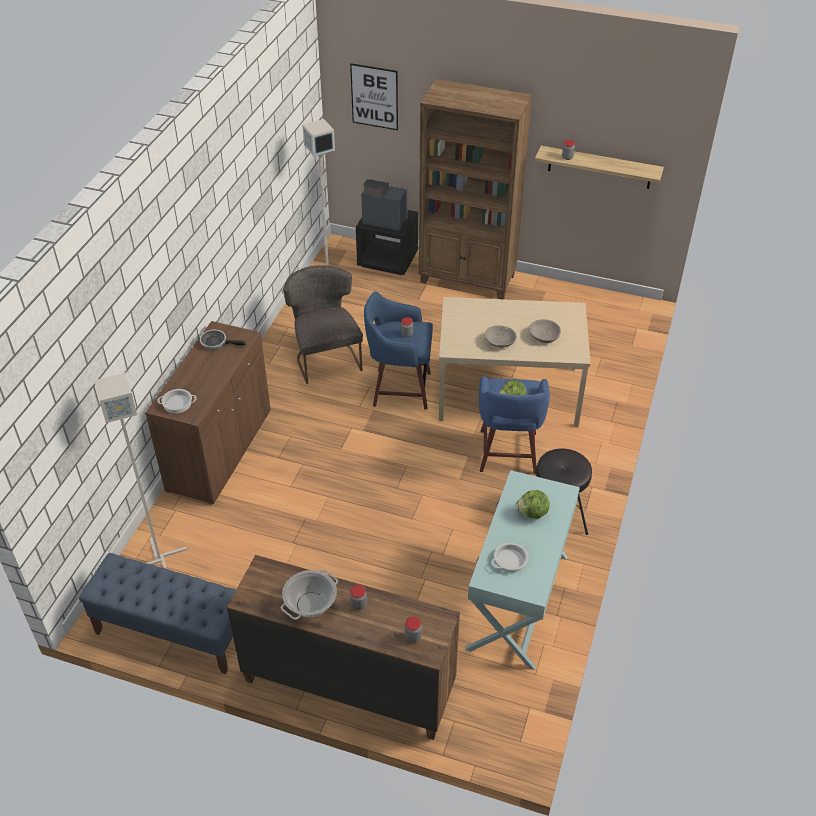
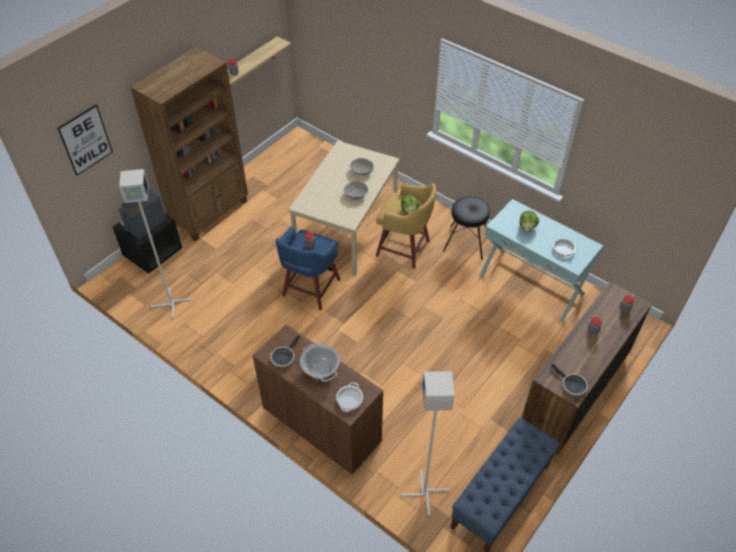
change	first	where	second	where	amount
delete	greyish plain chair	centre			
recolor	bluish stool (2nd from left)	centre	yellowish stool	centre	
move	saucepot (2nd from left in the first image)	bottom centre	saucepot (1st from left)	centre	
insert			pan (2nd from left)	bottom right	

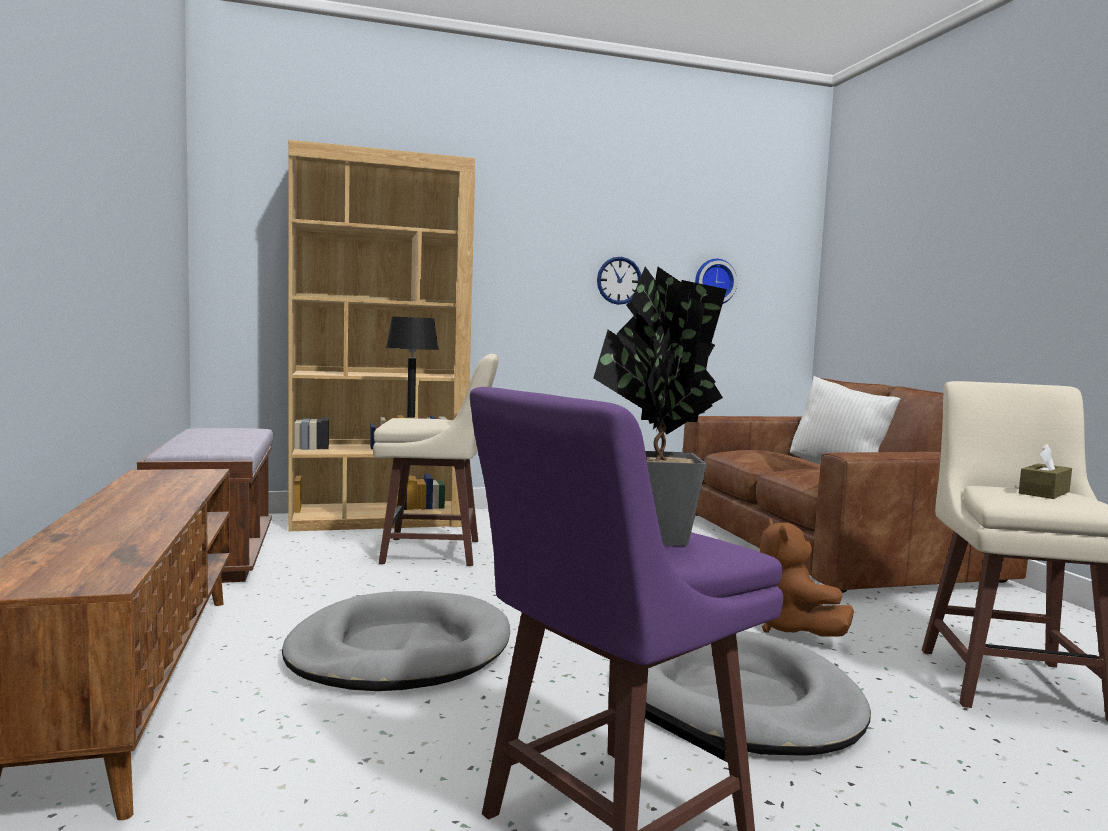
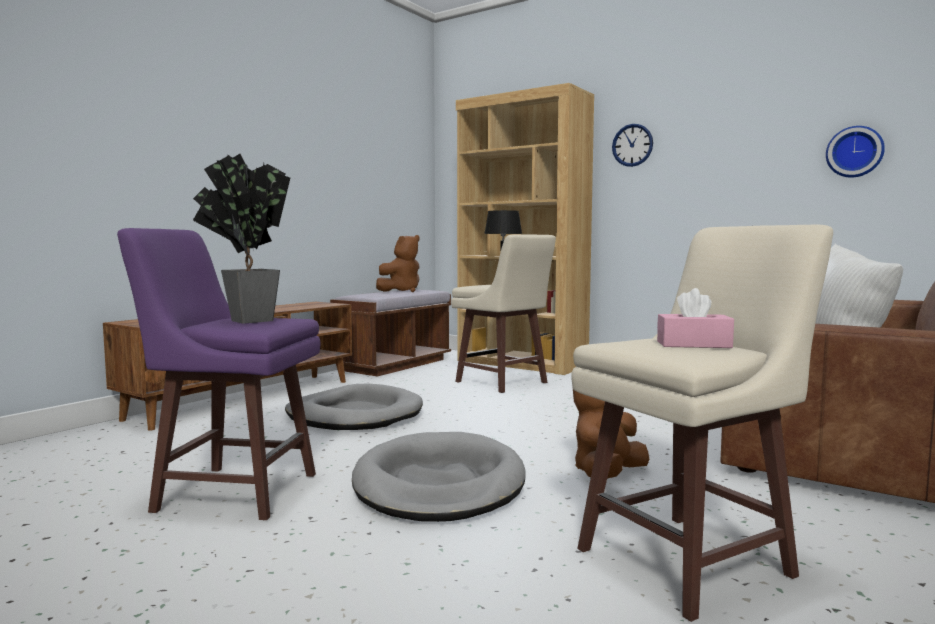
change	first	where	second	where	amount
move	wall clock (1st from left)	centre		top right	
recolor	brown-coloured tissue box	middle right	pink tissue box	middle right	
insert			brown-coloured soft toy (1st from left)	centre	

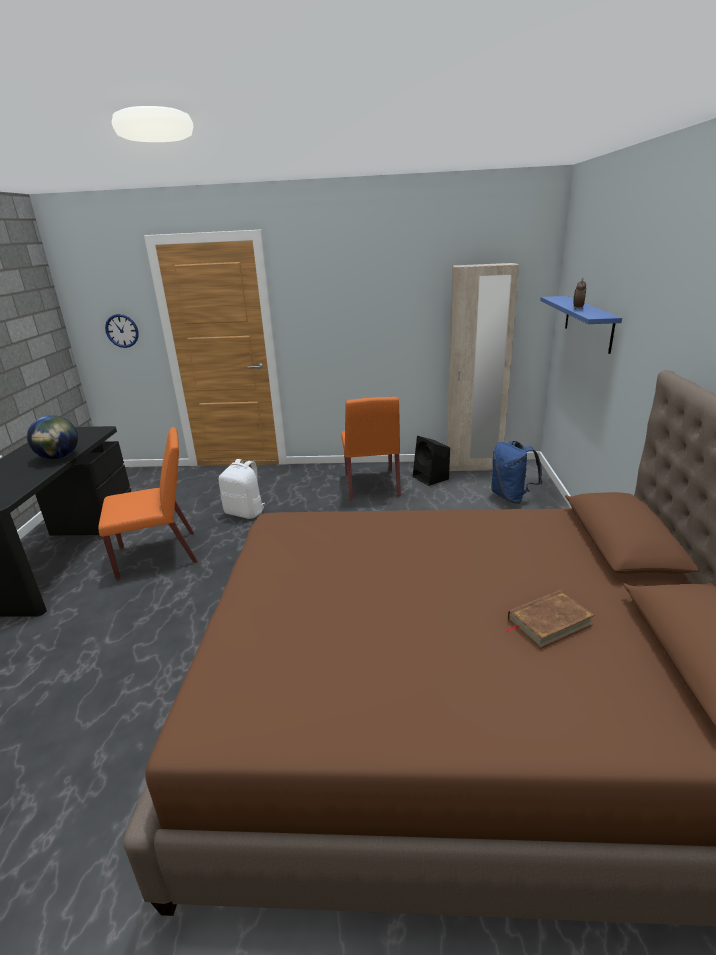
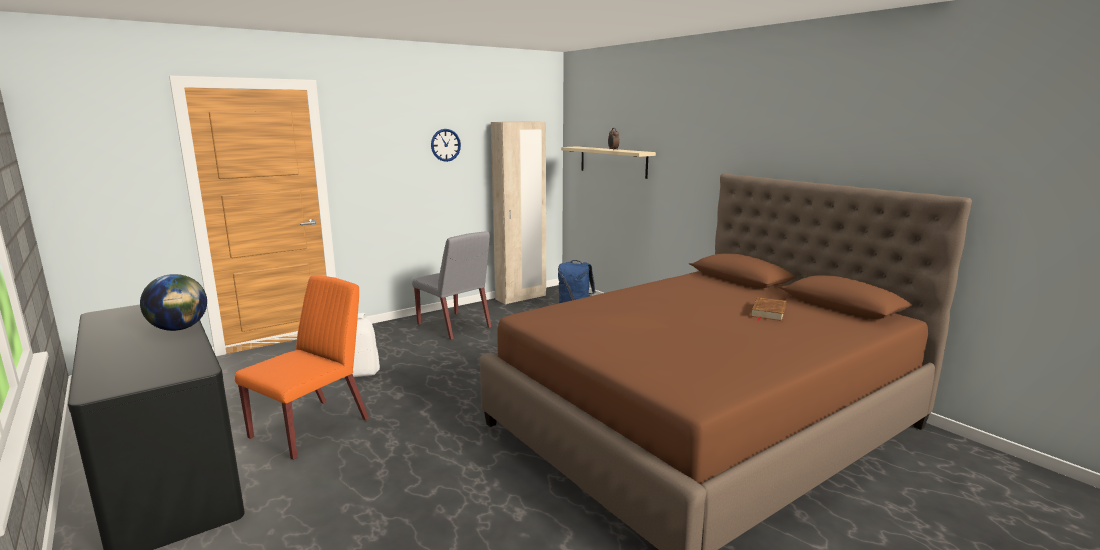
change	first	where	second	where	amount
recolor	bluish wall shelf	middle right	sand-coloured wall shelf	top centre	
move	wall clock	middle left		top centre	
recolor	orange plain chair (2nd from left)	centre	greyish plain chair	centre	
delete	black speaker	centre			

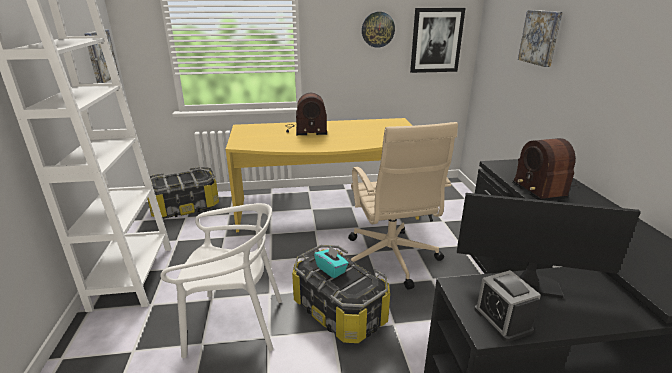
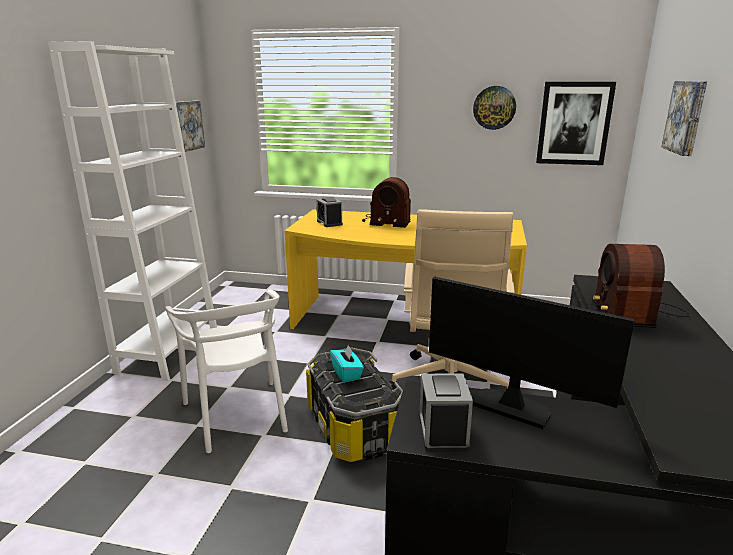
change	first	where	second	where	amount
delete	storage container (1st from left)	middle left			
rotate	white plain chair	bottom left		bottom left	45 degrees clockwise
insert			table clock (1st from left)	centre	

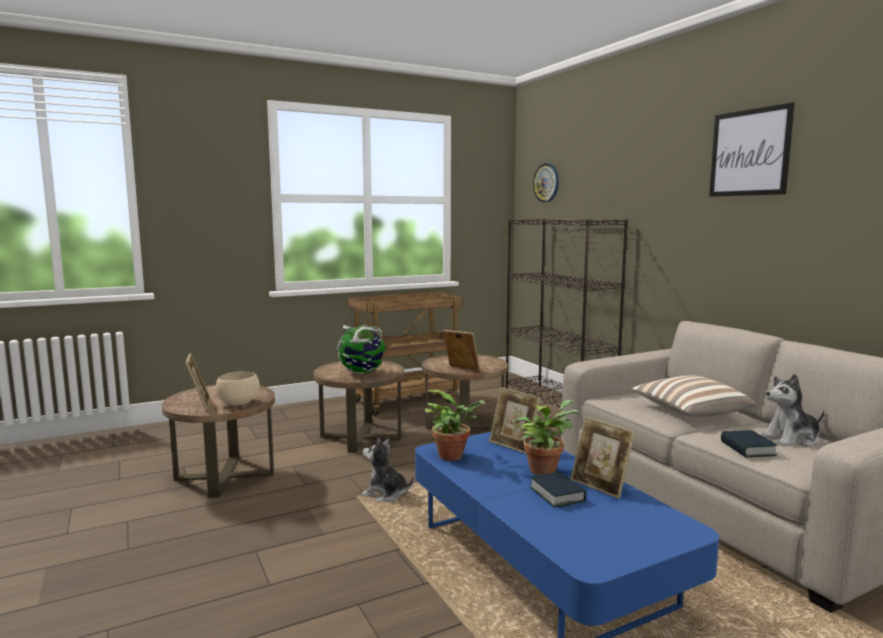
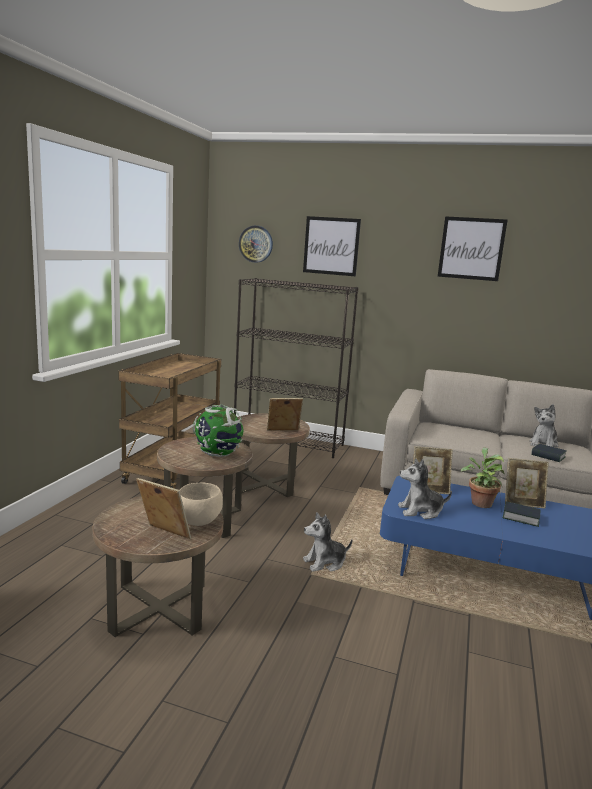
change	first	where	second	where	amount
delete	pillow	middle right			
replace	potted plant (1st from left)	centre	soft toy (2nd from left)	middle right	
insert			picture (1st from left)	top centre	

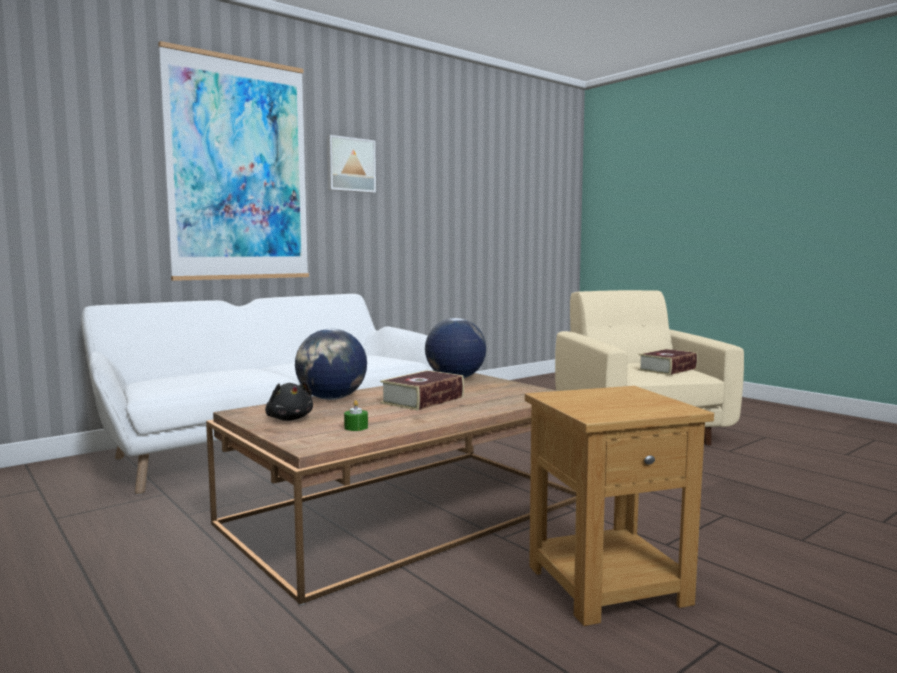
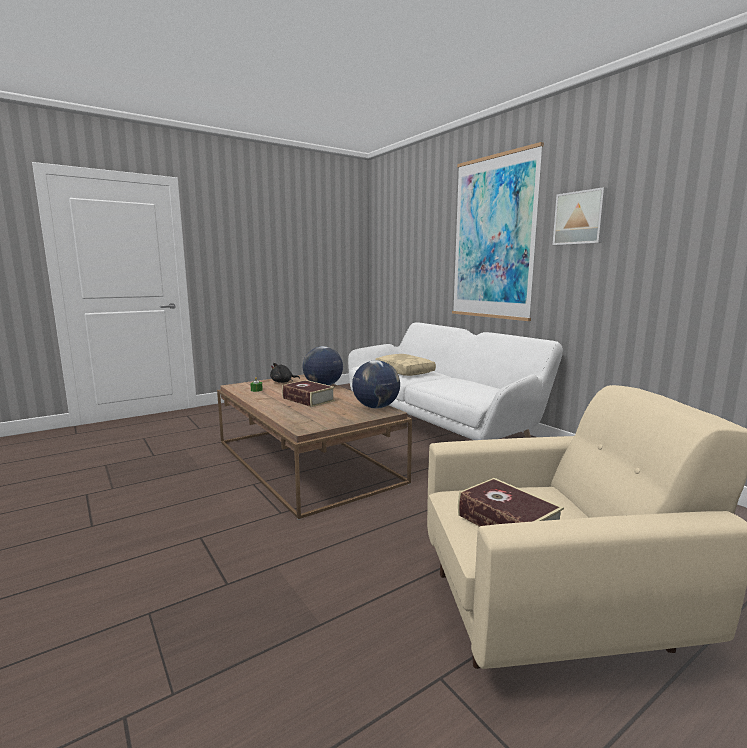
change	first	where	second	where	amount
delete	brown-coloured side table	bottom right			
insert			sand-coloured pillow	centre	

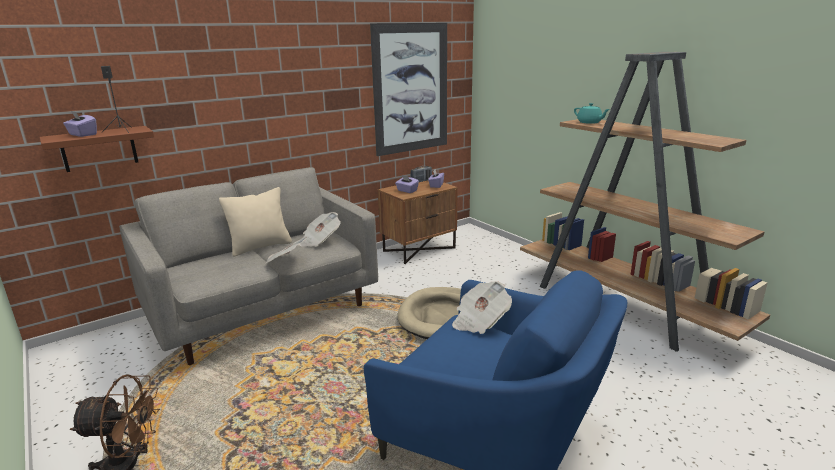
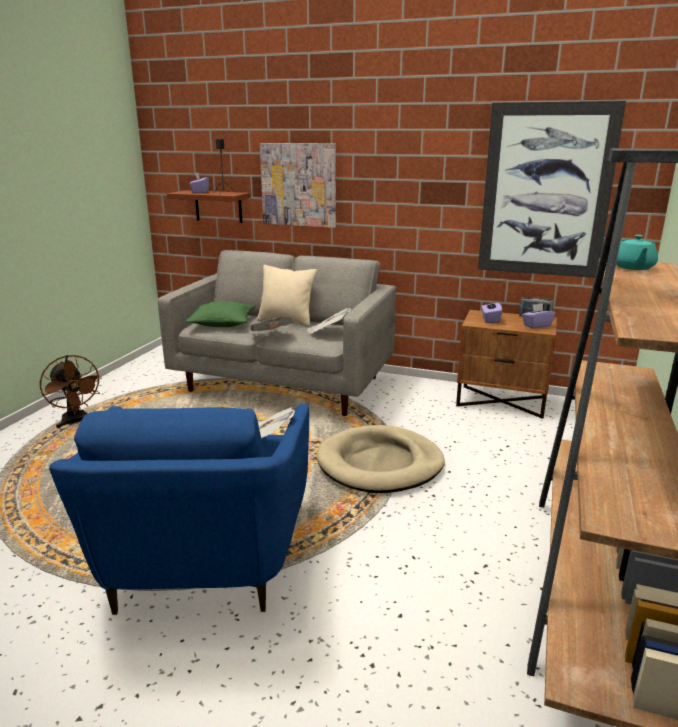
change	first	where	second	where	amount
insert			picture (1st from left)	top centre	
insert			green-coloured pillow	middle left	

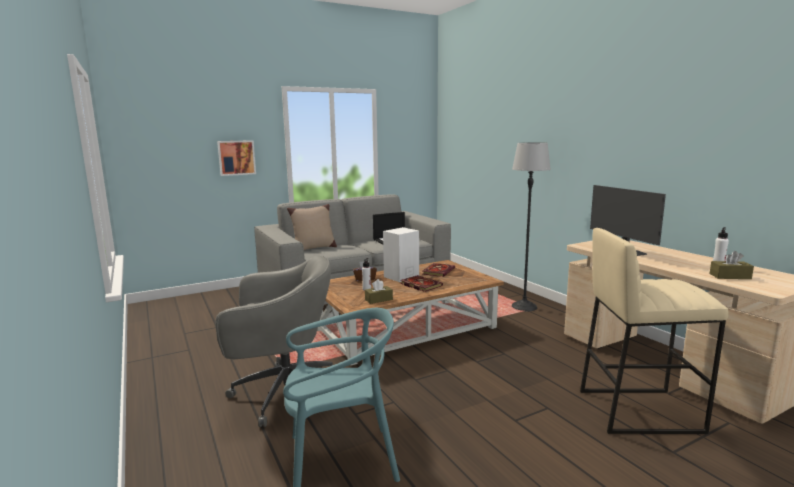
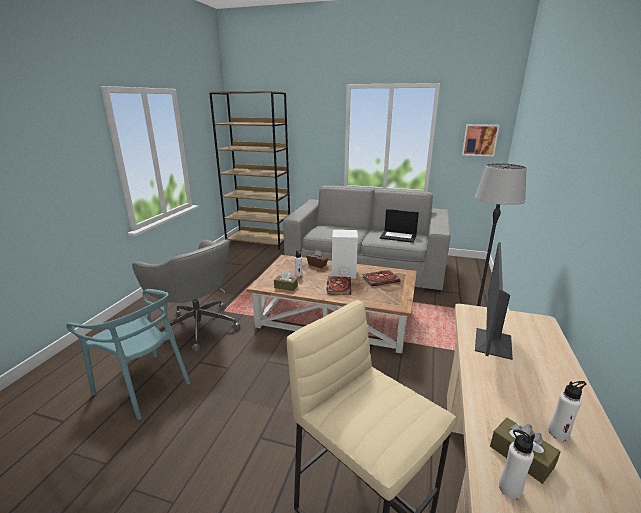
change	first	where	second	where	amount
move	picture	top left		top right	
delete	sand-coloured pillow	centre			
insert			brown-coloured shelving unit	top centre	
insert			white bottle (2nd from left)	bottom right	

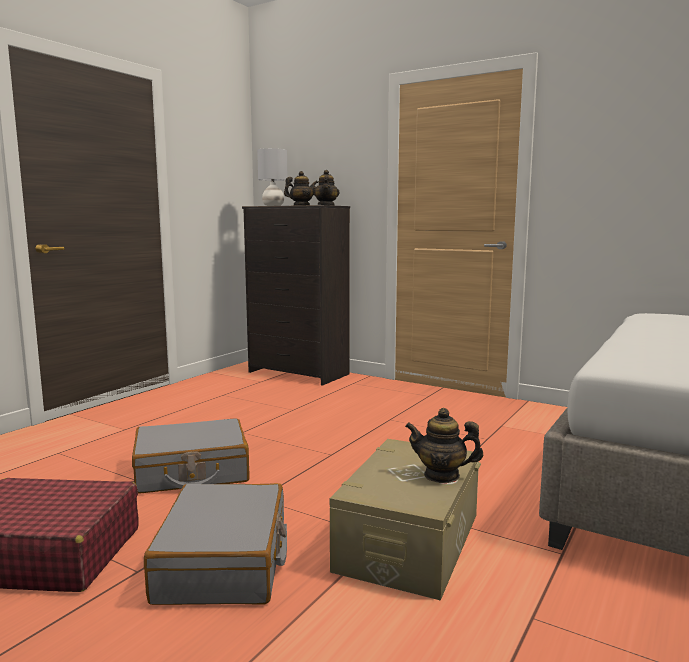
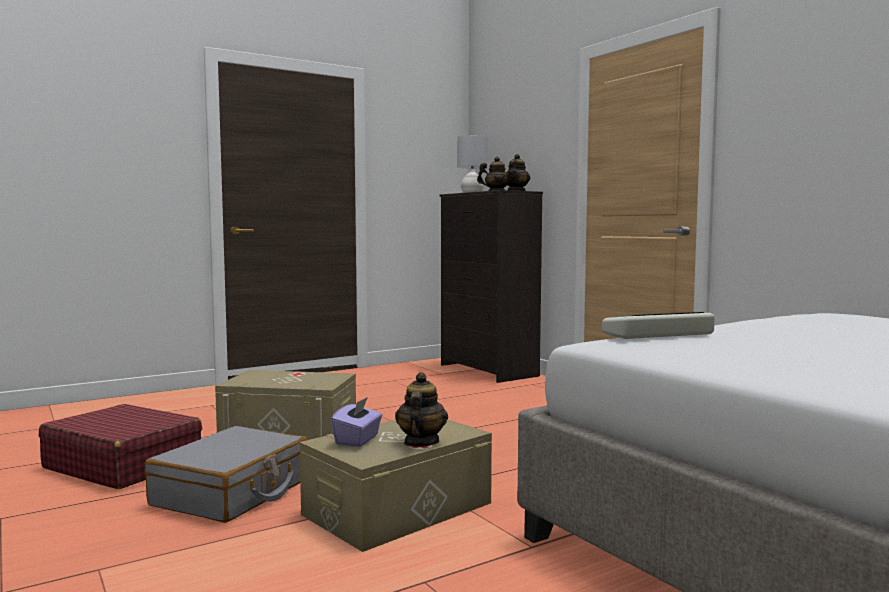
change	first	where	second	where	amount
rotate	tea pot (3rd from left in the first image)	bottom centre	tea pot (1st from left)	bottom centre	60 degrees clockwise
replace	greyish suitcase (1st from left)	bottom left	sand-coloured storage container (1st from left)	bottom left	
insert			PC keyboard	middle right	
insert			purplish tissue box	bottom centre	

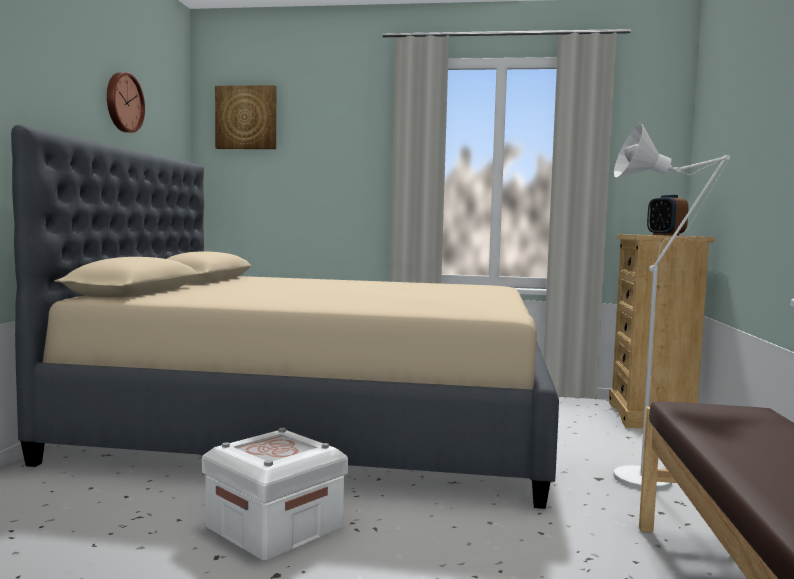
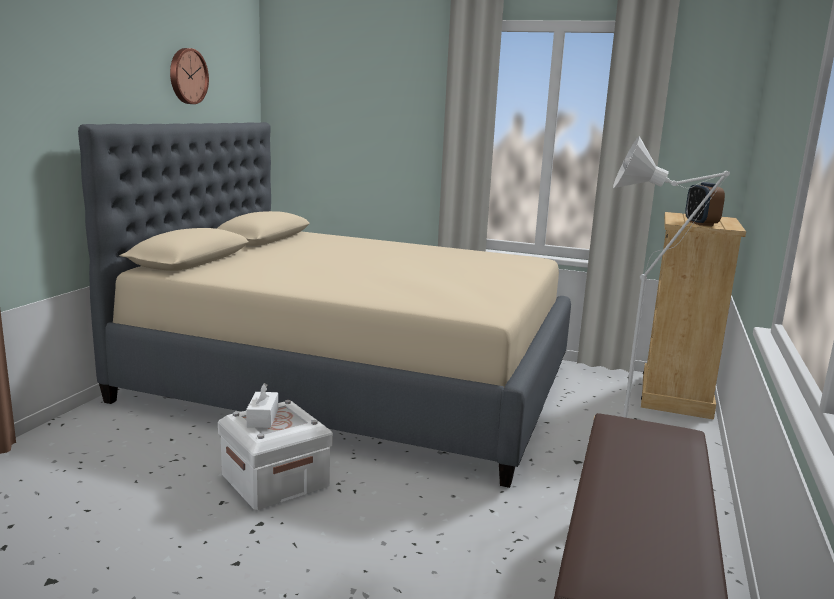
change	first	where	second	where	amount
delete	picture	top left			
insert			white tissue box	bottom left	

